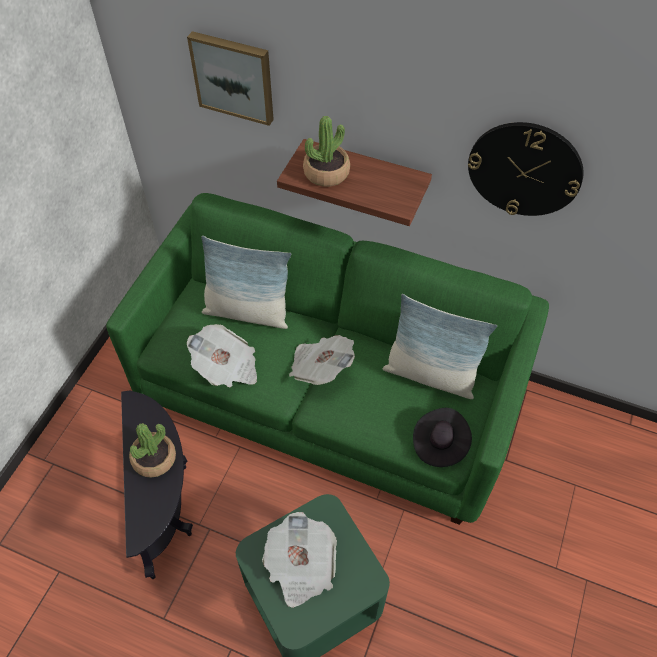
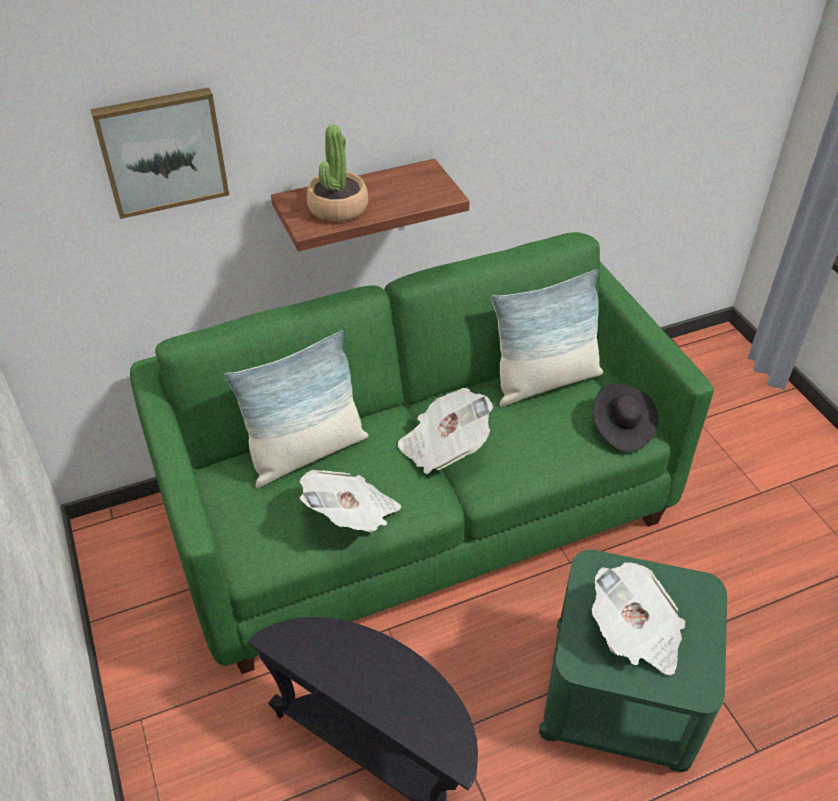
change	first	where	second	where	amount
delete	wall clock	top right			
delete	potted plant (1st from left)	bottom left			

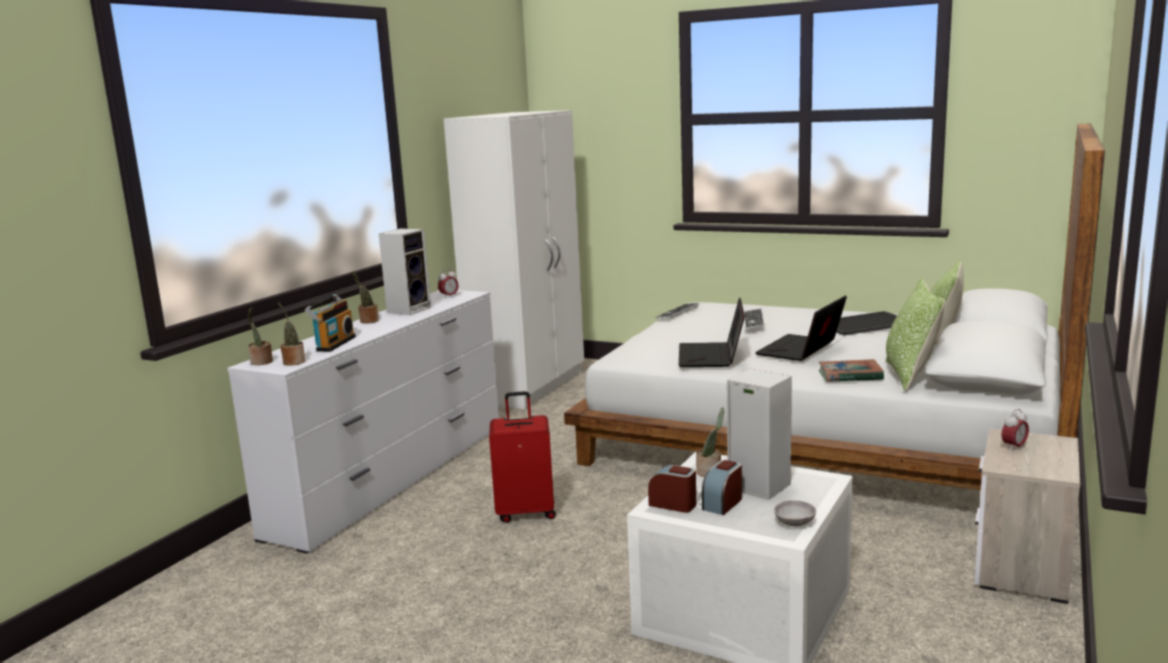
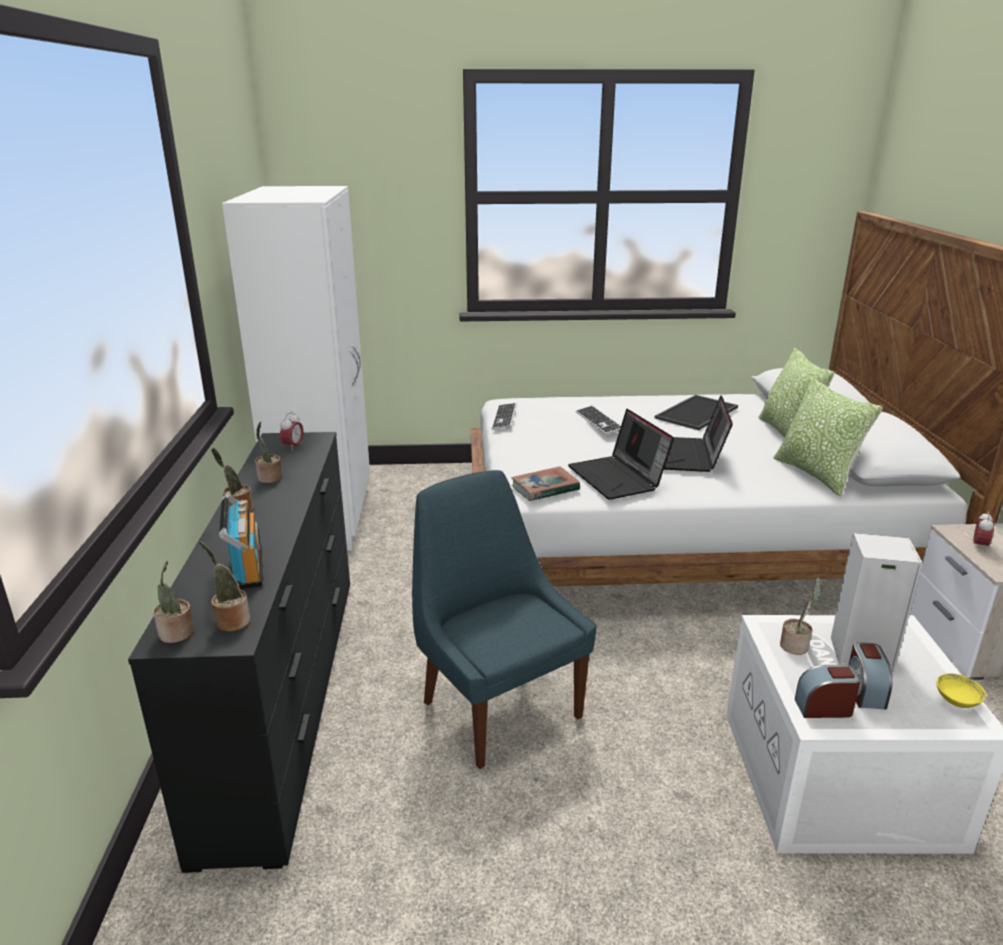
change	first	where	second	where	amount
replace	speaker (1st from left)	centre	potted plant (4th from left)	middle left	
recolor	white chest of drawers	middle left	black chest of drawers	bottom left	
move	book	middle right		centre	
replace	reddish suitcase	bottom centre	bluish plain chair	centre	
recolor	greyish bowl	bottom right	yellowish bowl	bottom right	

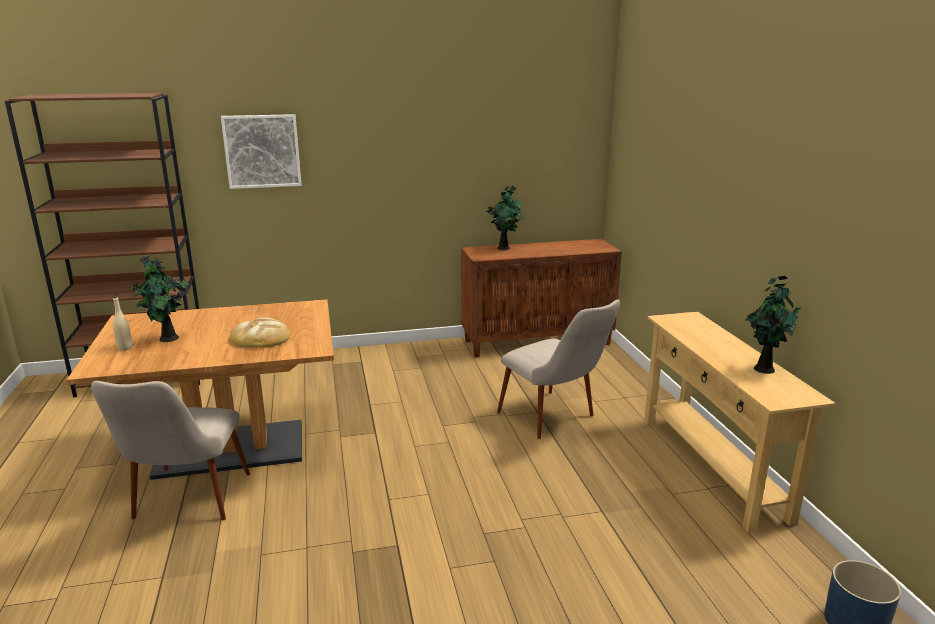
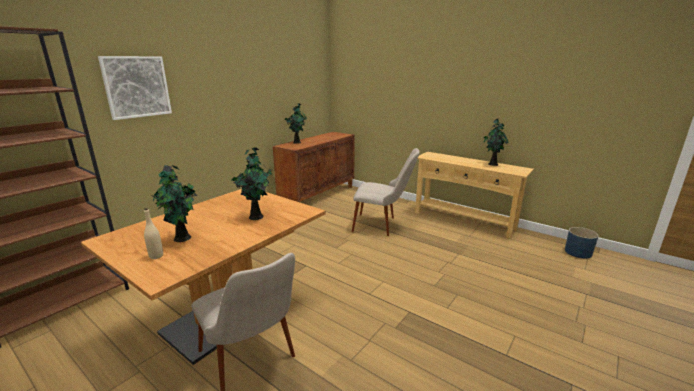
change	first	where	second	where	amount
replace	bakery bread	middle left	potted plant (2nd from left)	centre	

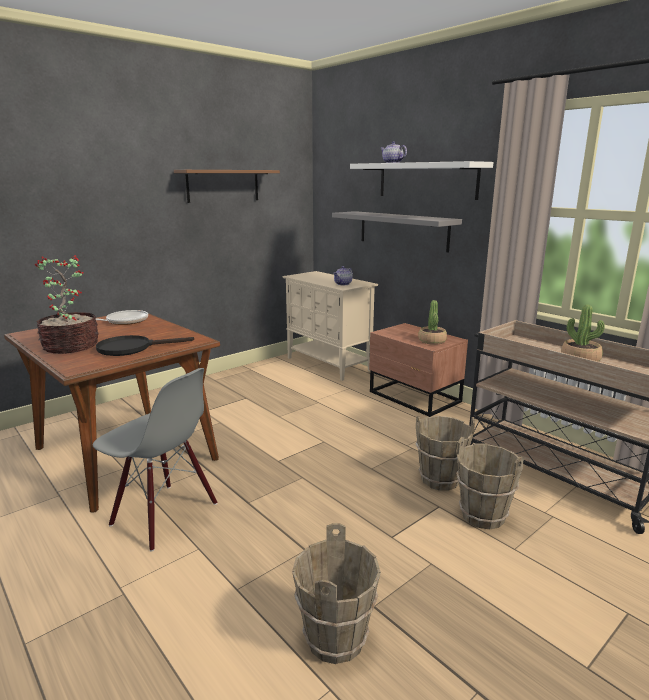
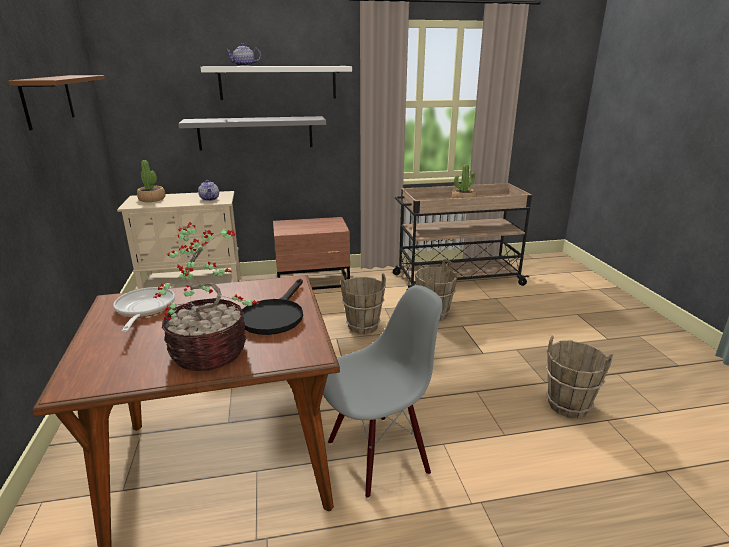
change	first	where	second	where	amount
move	potted plant (2nd from left in the first image)	centre	potted plant (1st from left)	top left	
move	brown-coloured pail (3rd from left in the first image)	bottom right	brown-coloured pail (1st from left)	centre	

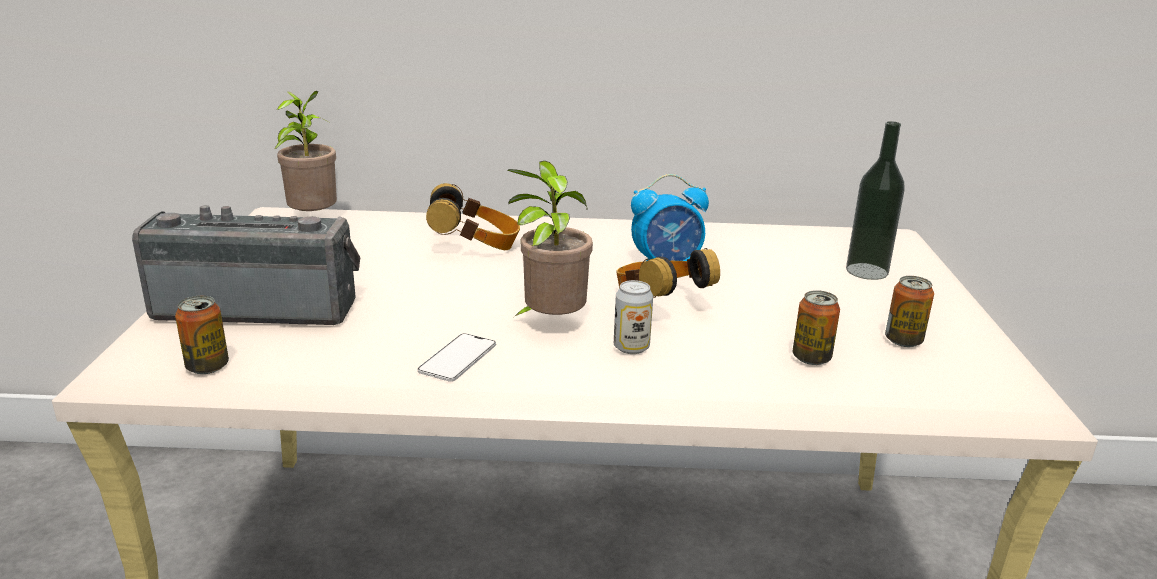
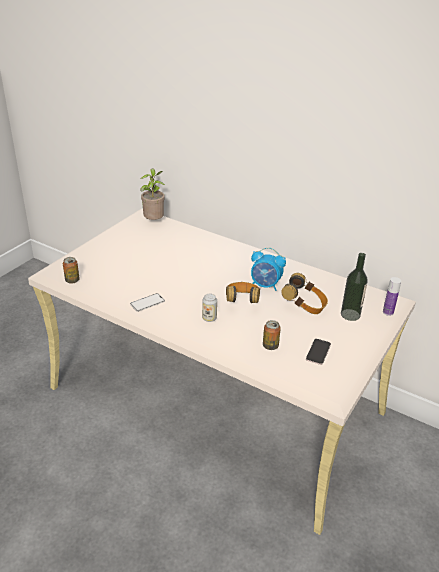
change	first	where	second	where	amount
delete	potted plant (2nd from left)	centre			
move	headset (1st from left in the first image)	centre	headset (2nd from left)	middle right	
delete	radio set	middle left			
replace	sealed can (4th from left)	middle right	telephone (2nd from left)	middle right	
insert			bottle (2nd from left)	middle right	

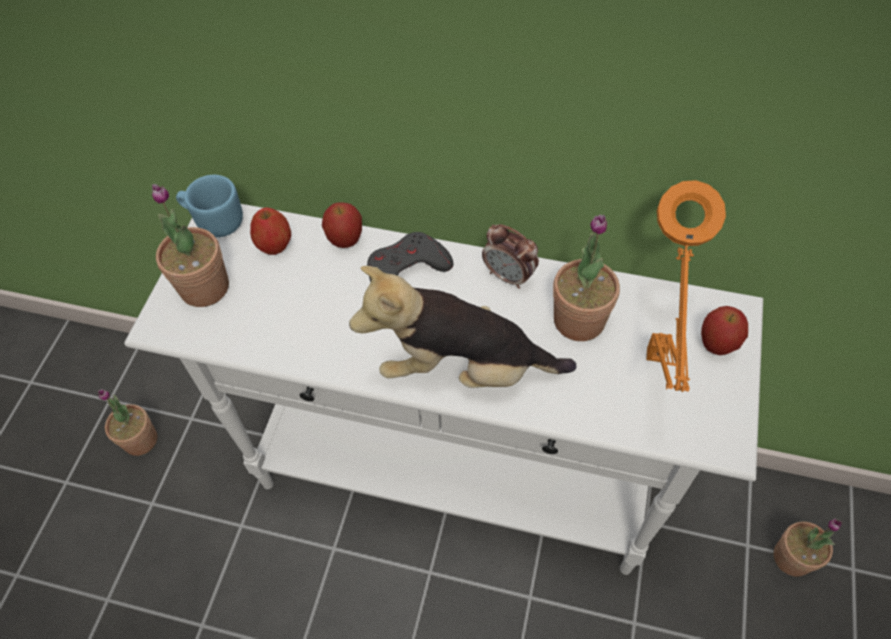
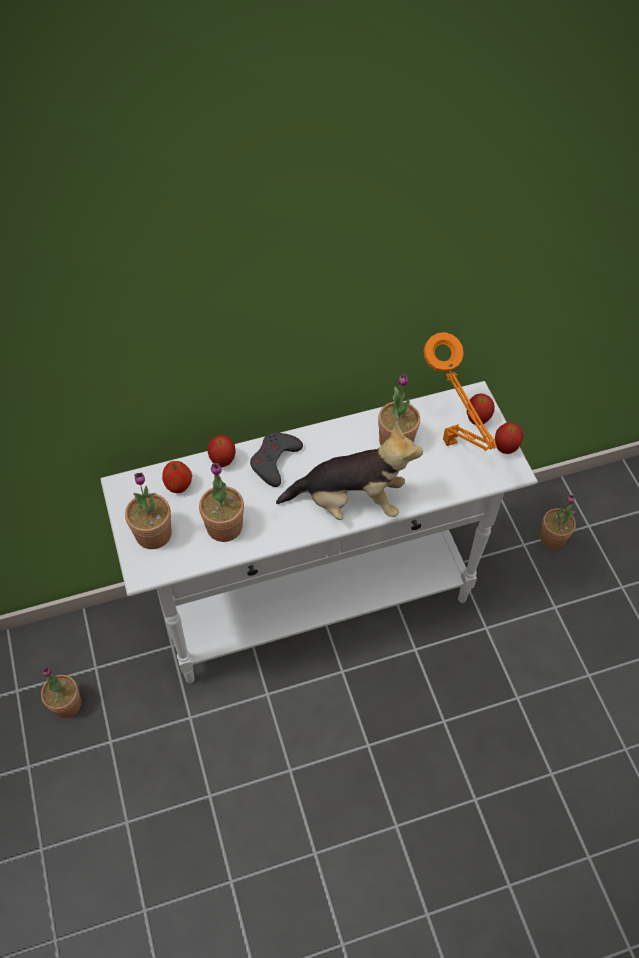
change	first	where	second	where	amount
delete	bluish mug	top left			
delete	table clock	centre			
rotate	soft toy	centre		centre	150 degrees counterclockwise
insert			apple (4th from left)	middle right	
insert			potted plant (3rd from left)	centre	

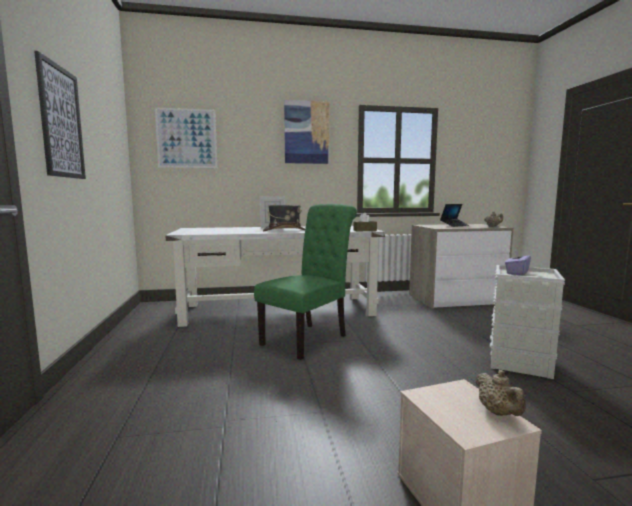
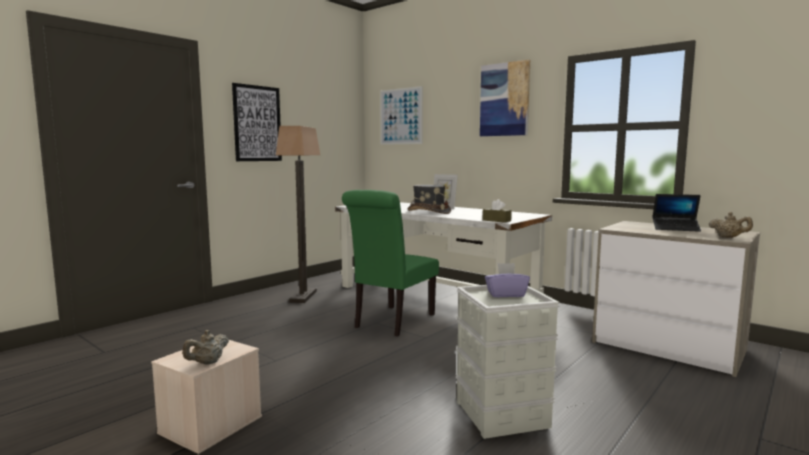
change	first	where	second	where	amount
rotate	green-coloured plain chair	centre		centre	120 degrees clockwise
insert			floor lamp	centre	

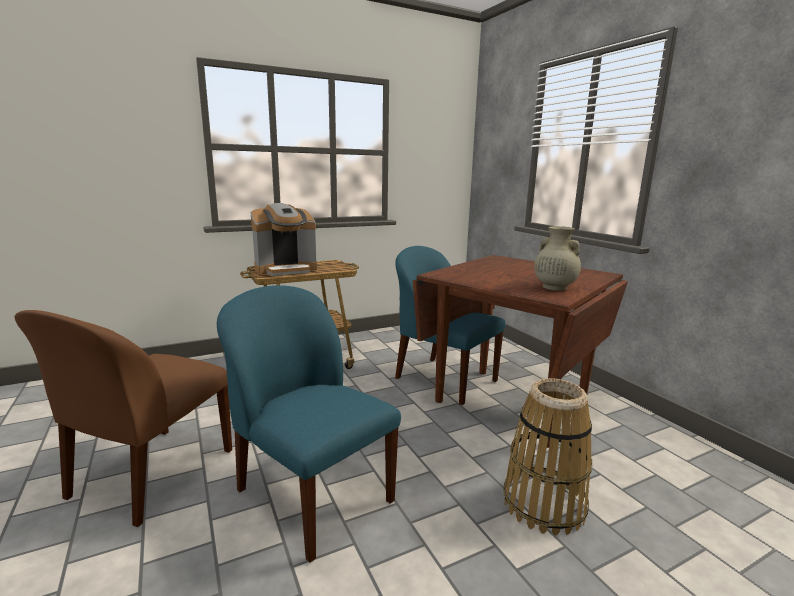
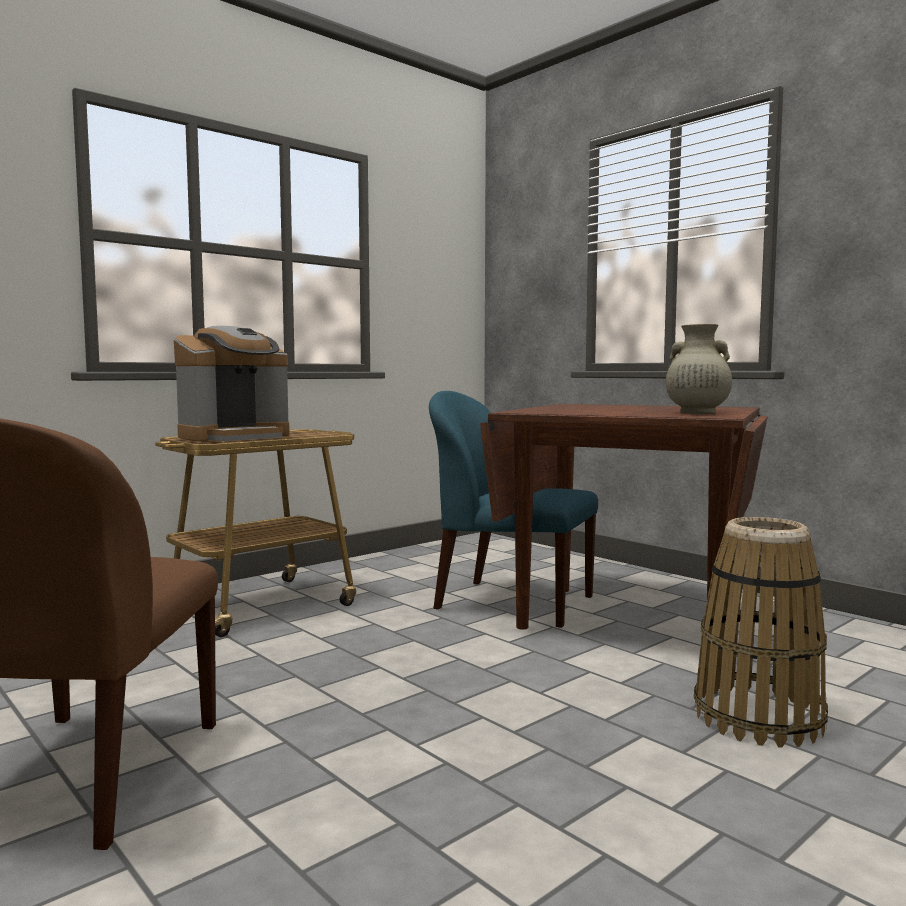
change	first	where	second	where	amount
delete	bluish plain chair (1st from left)	bottom centre			

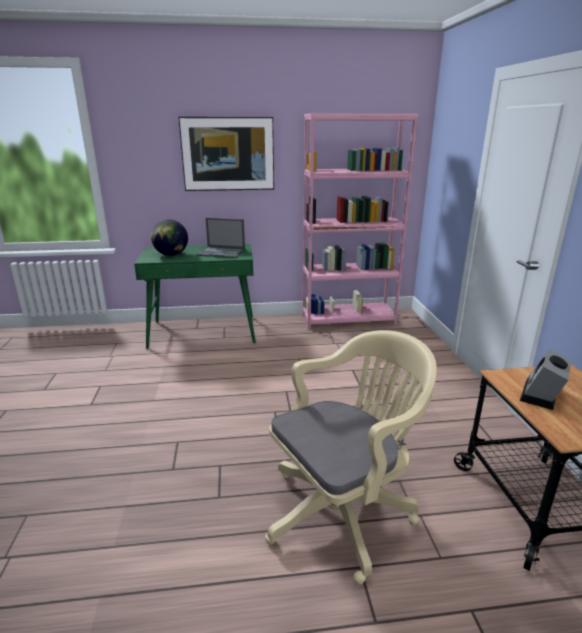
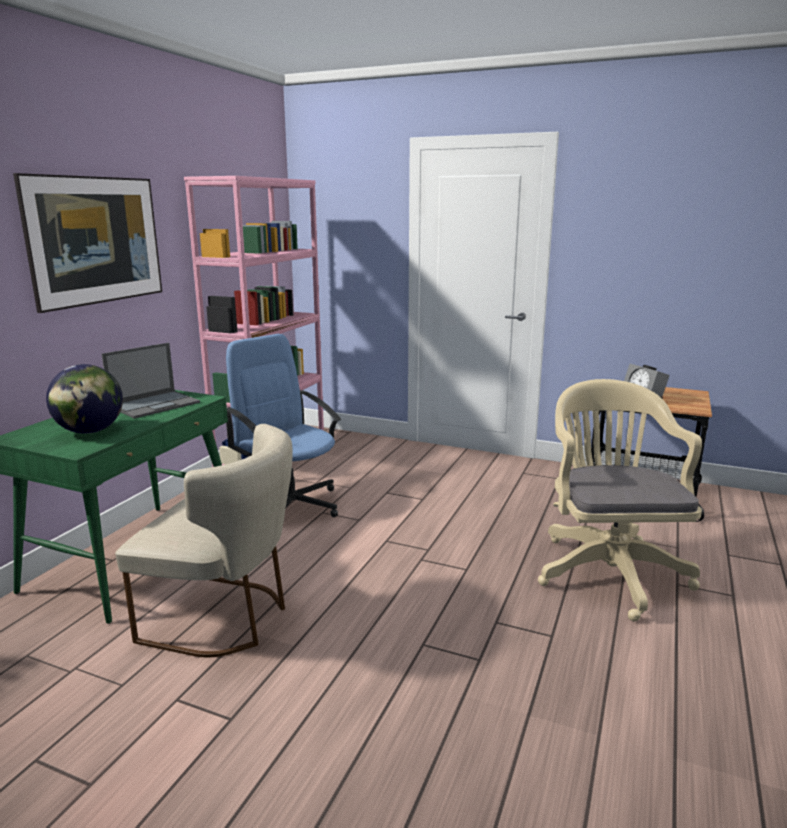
change	first	where	second	where	amount
insert			bluish desk chair	centre	
insert			sand-coloured plain chair	middle left	

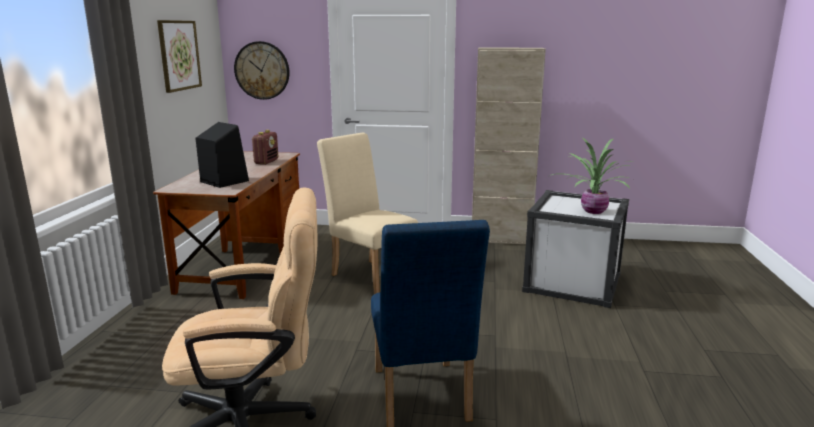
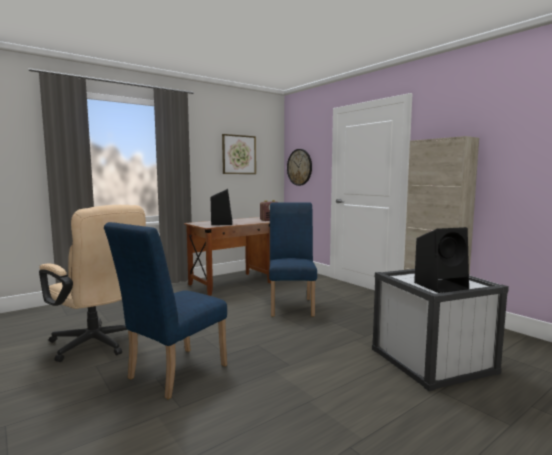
change	first	where	second	where	amount
recolor	sand-coloured plain chair	centre	bluish plain chair (2nd from left)	centre	
replace	potted plant	middle right	black speaker (2nd from left)	middle right	

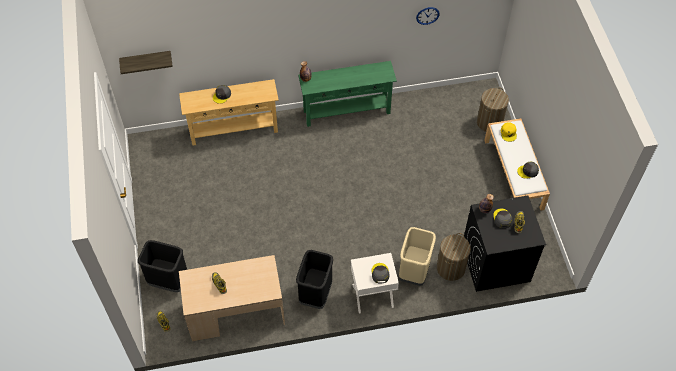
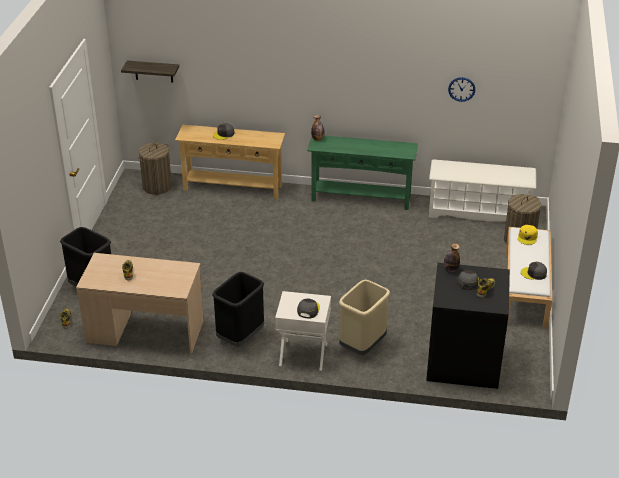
change	first	where	second	where	amount
move	washing basket (1st from left)	bottom right		middle left	
insert			white shoe shelf	middle right	

